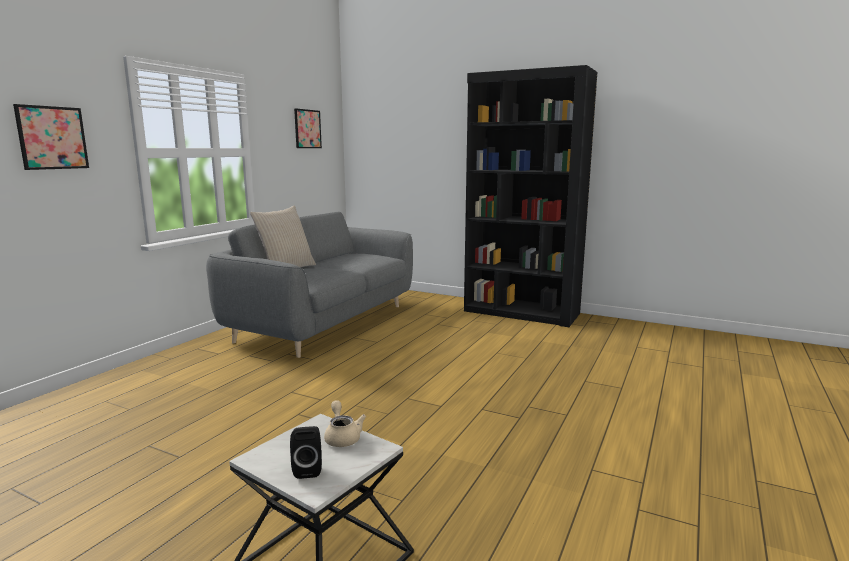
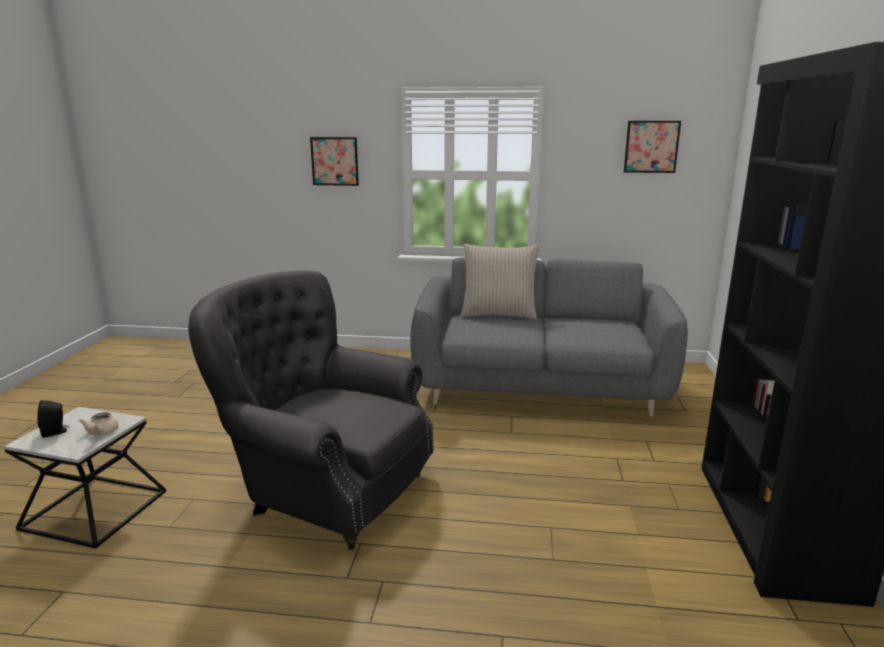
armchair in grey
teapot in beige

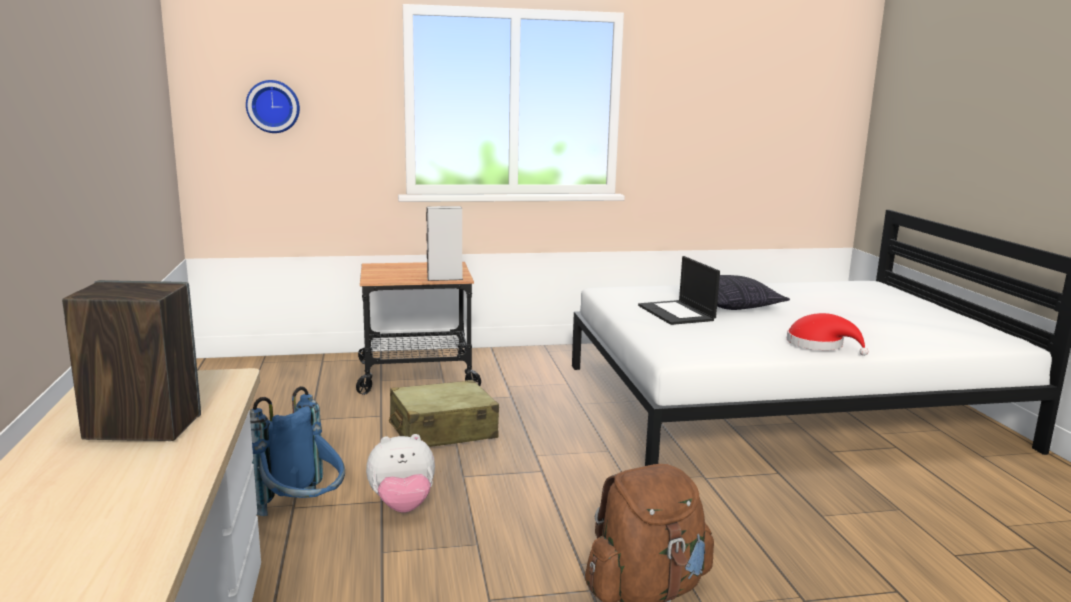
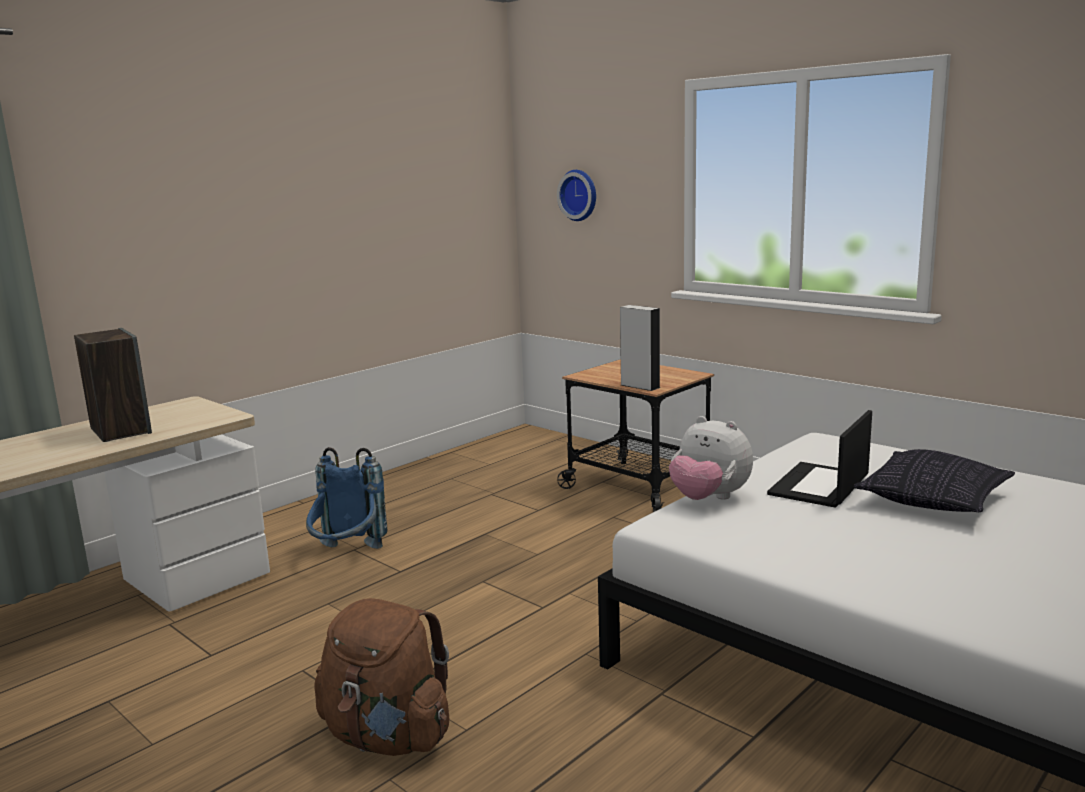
suitcase in beige
hat in red
plush toy

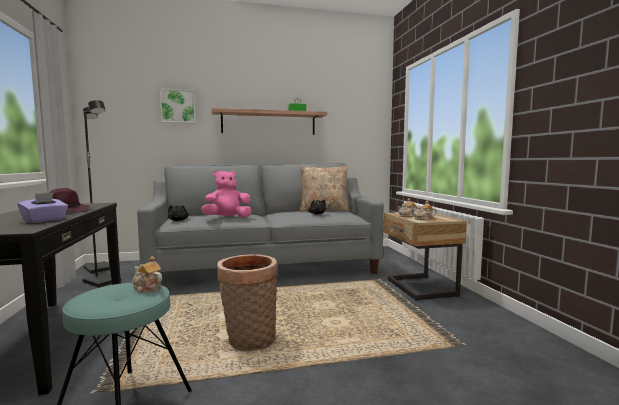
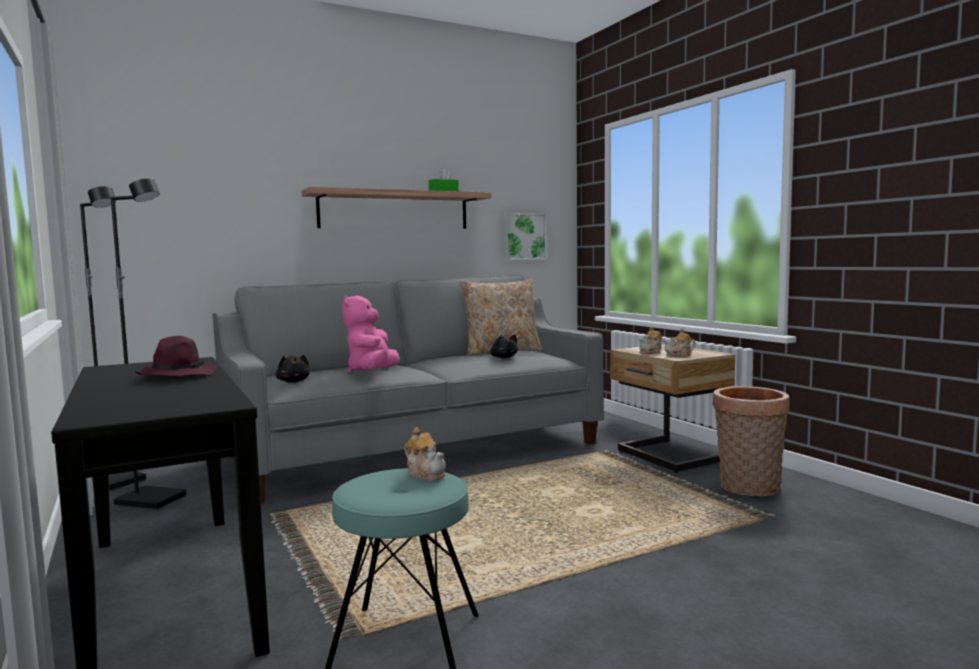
tissue box in purple
picture
basket
teapot (no. 1 from left)
plush toy in pink

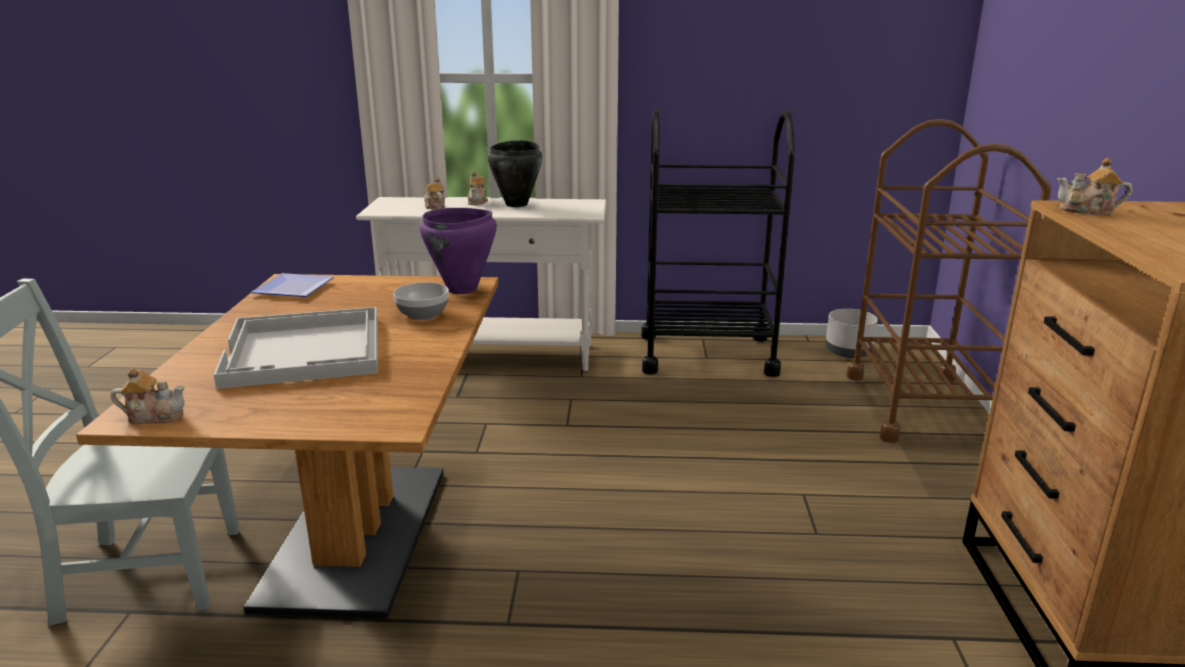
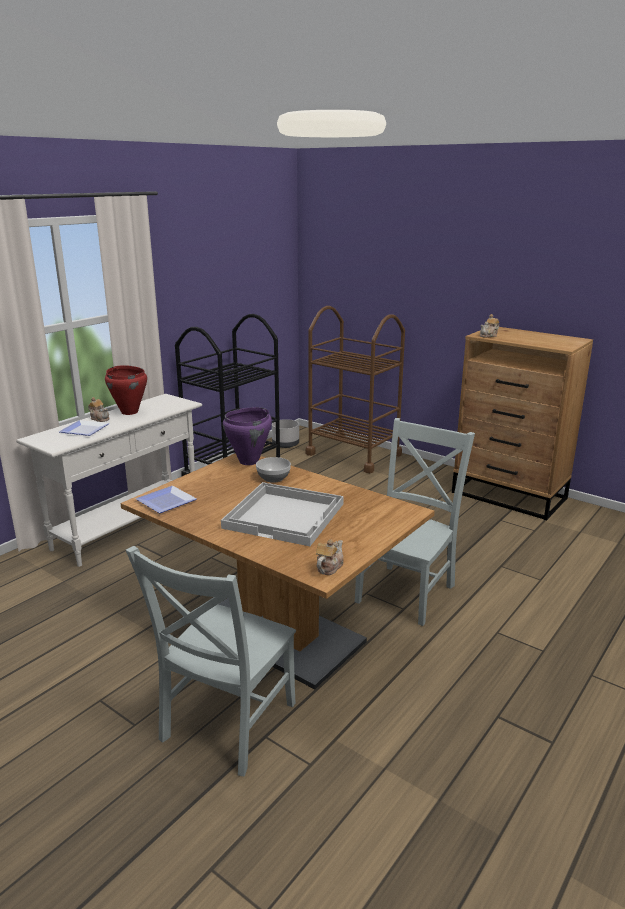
chair in grey (no. 2 from left)
plate (no. 1 from left)
cooking pot in red

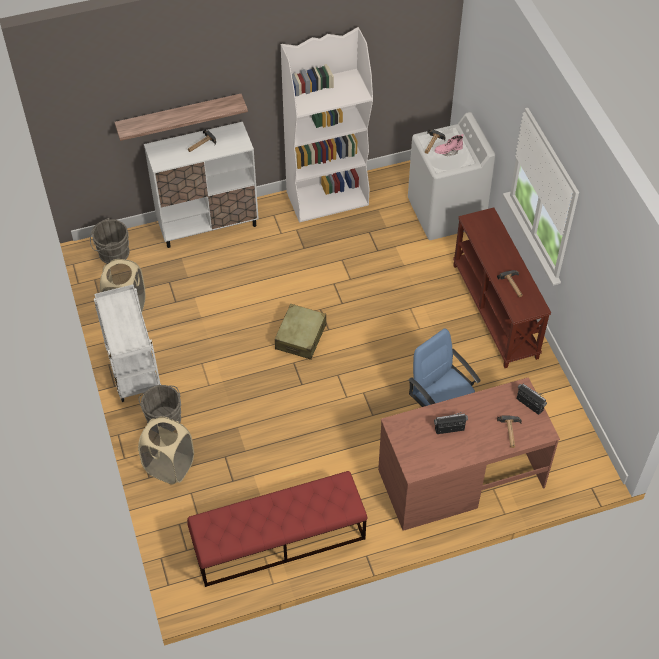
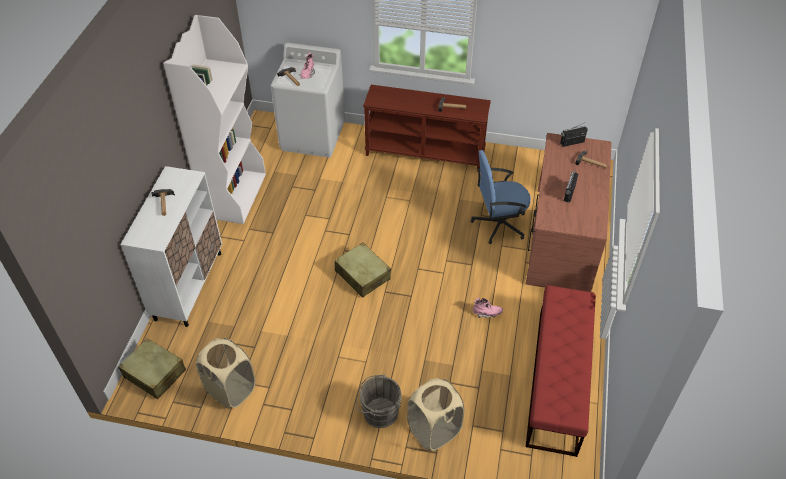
cart in white
shelf
boot in pink (no. 2 from left)
suitcase in beige (no. 1 from left)

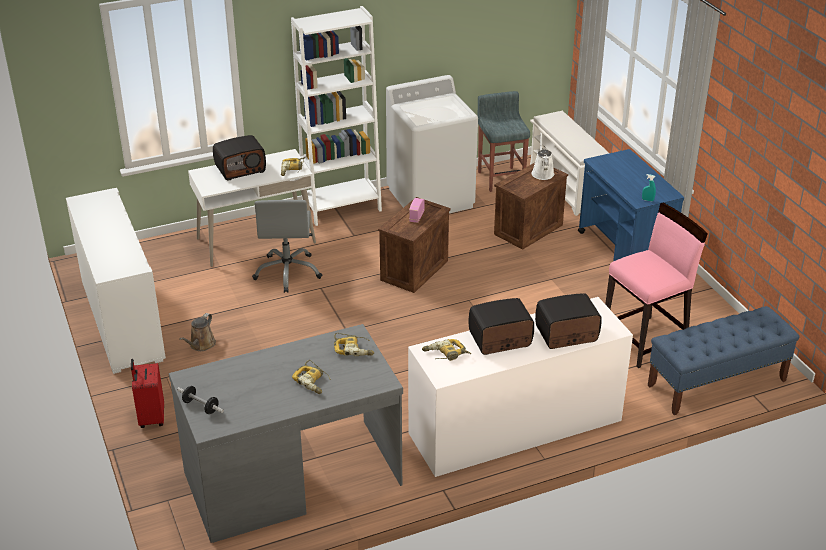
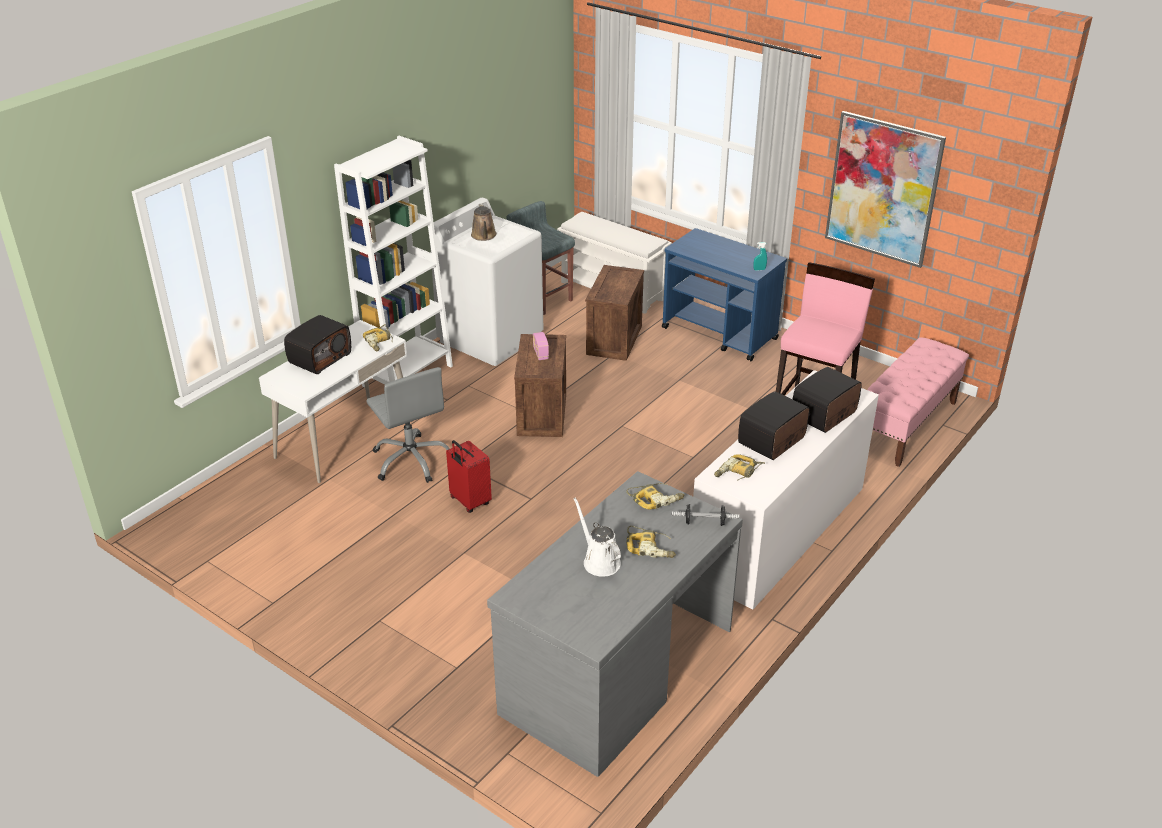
cabinet in white
picture
suitcase in red
dumbbell
watering can in brown
watering can in white
bench in pink

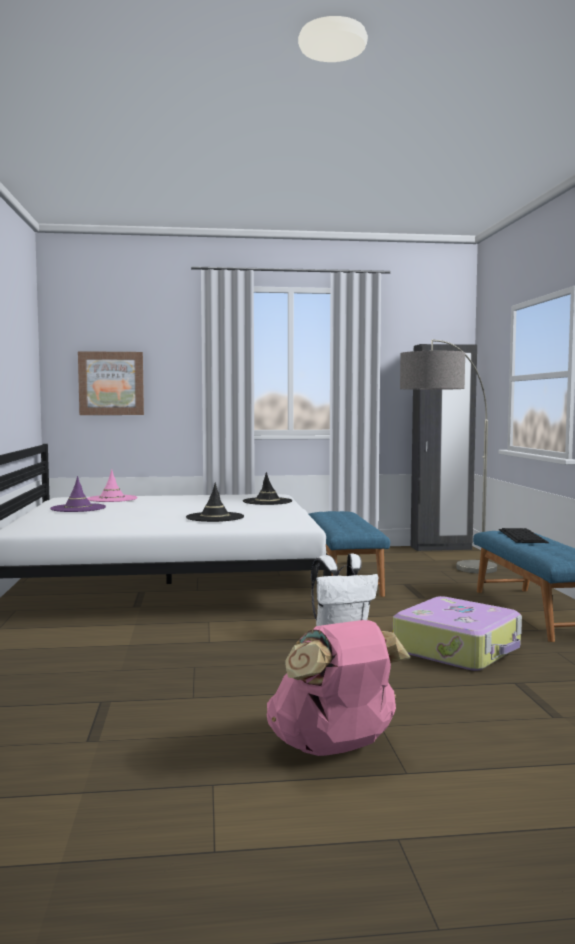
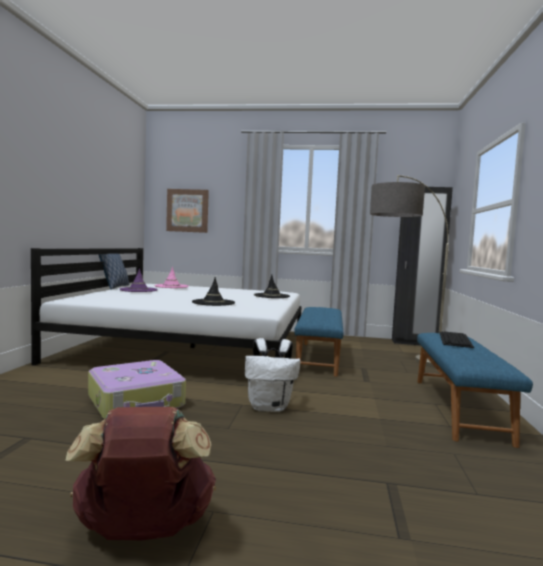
pillow
suitcase
backpack in brown

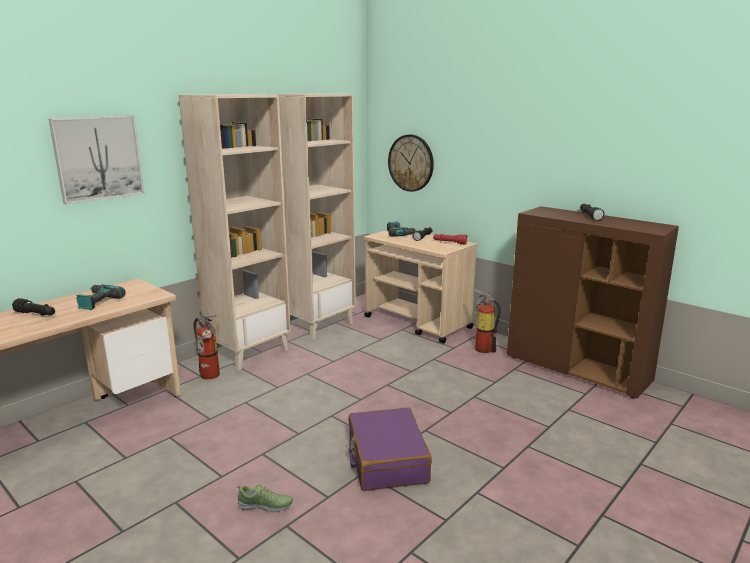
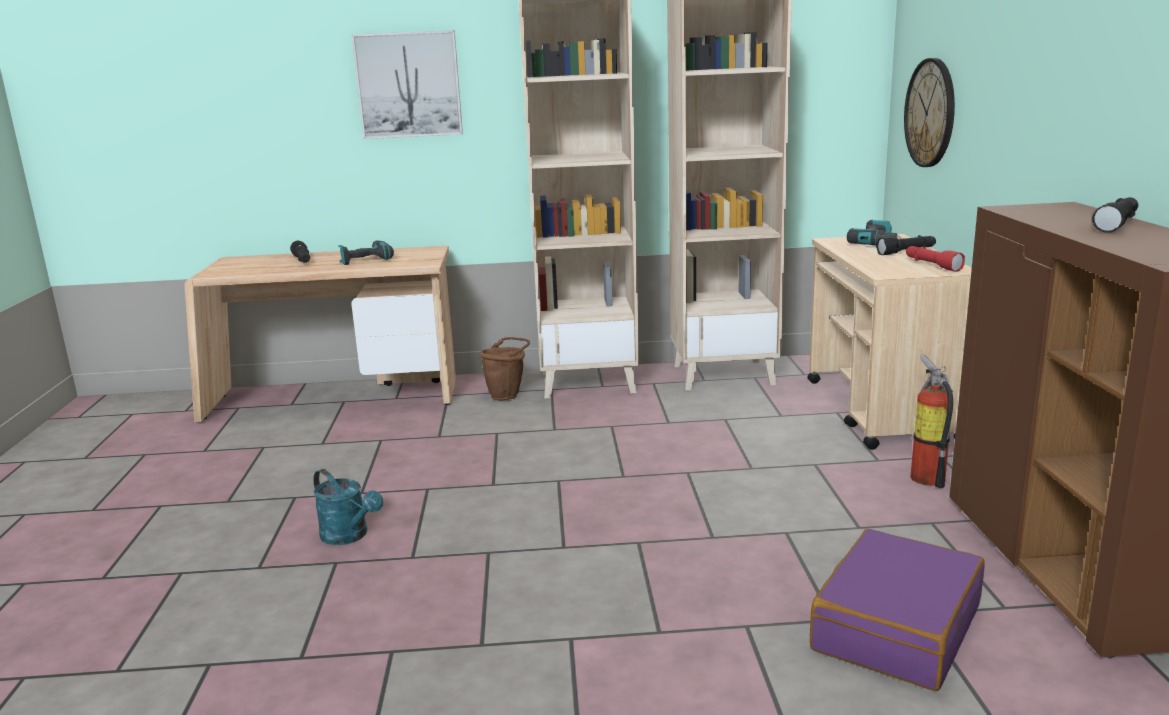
suitcase in purple
bucket in brown
watering can in turquoise

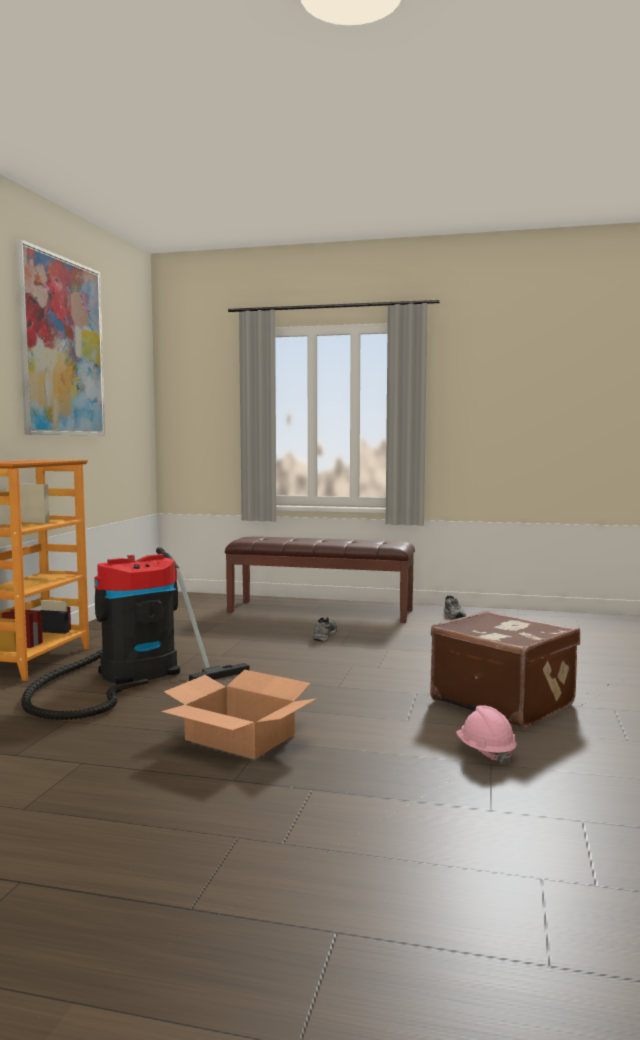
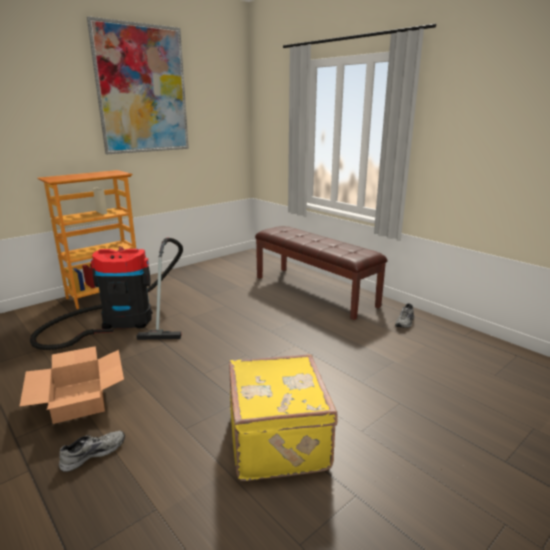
hard hat in pink
shoe in grey (no. 1 from left)
suitcase in yellow

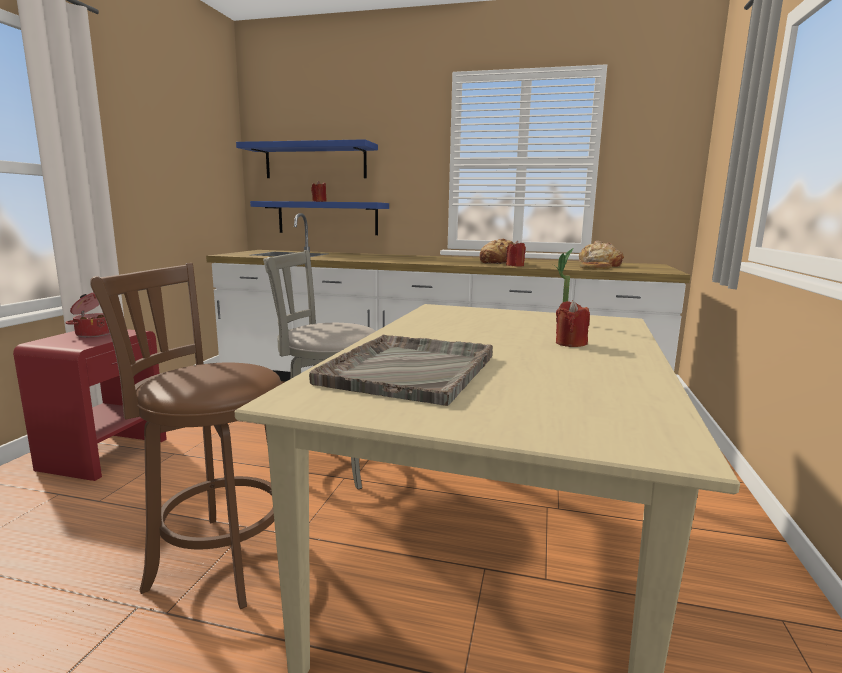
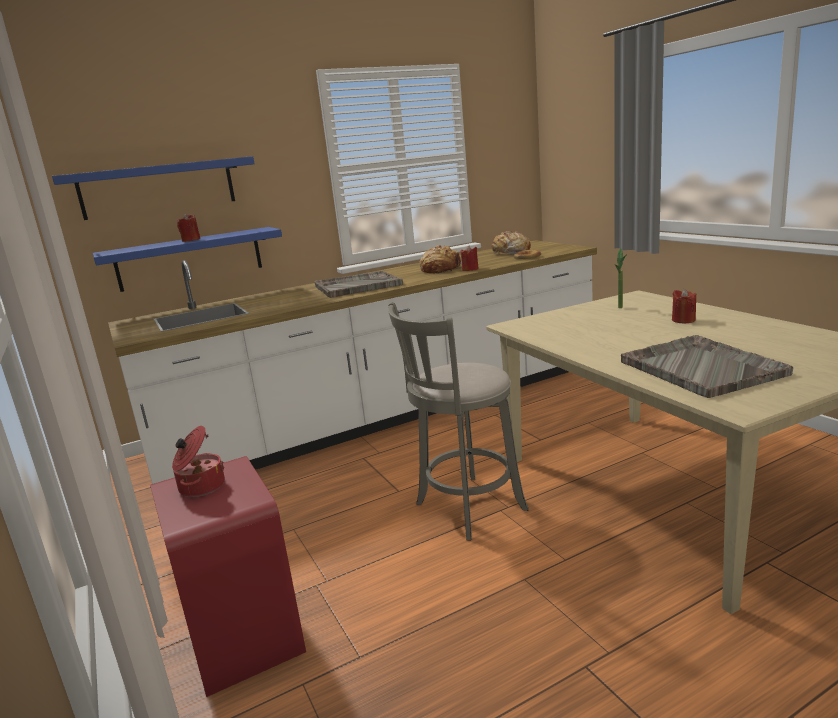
stool in brown
tray in grey (no. 1 from left)

